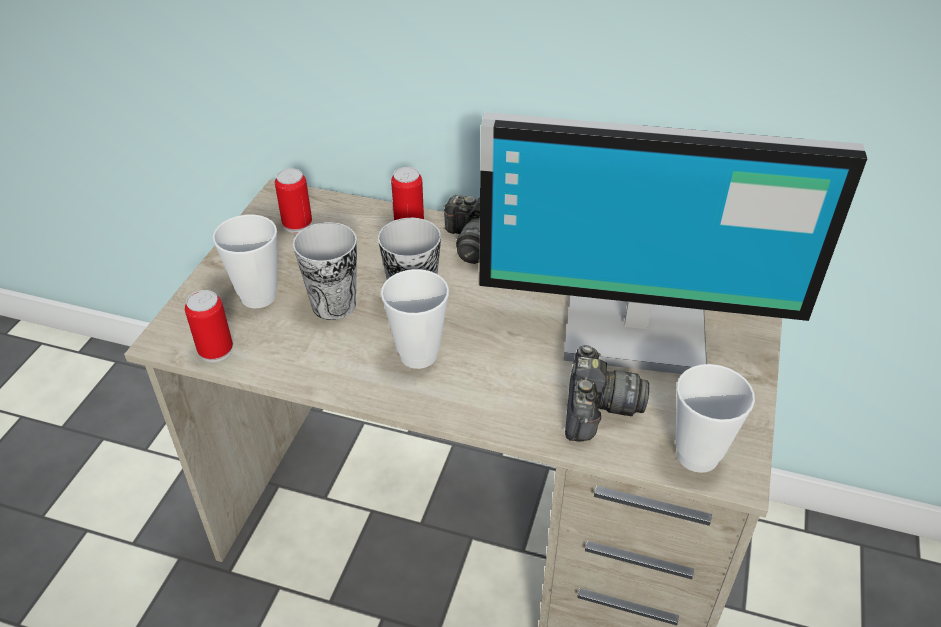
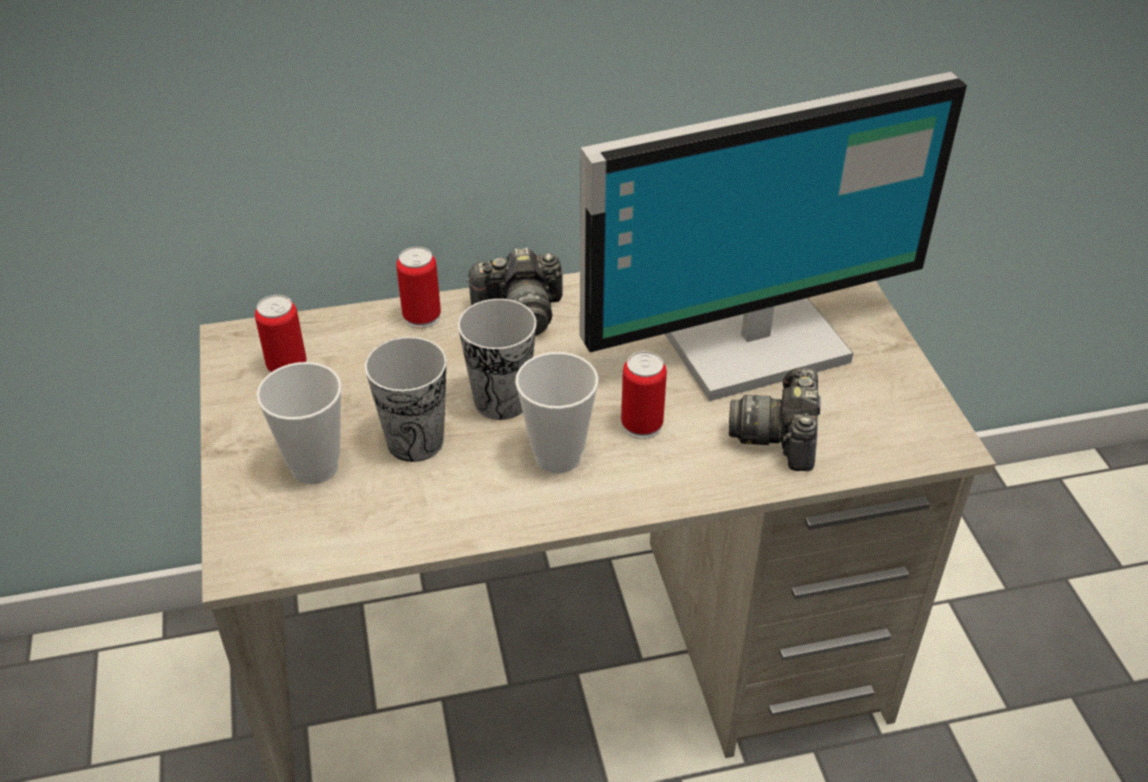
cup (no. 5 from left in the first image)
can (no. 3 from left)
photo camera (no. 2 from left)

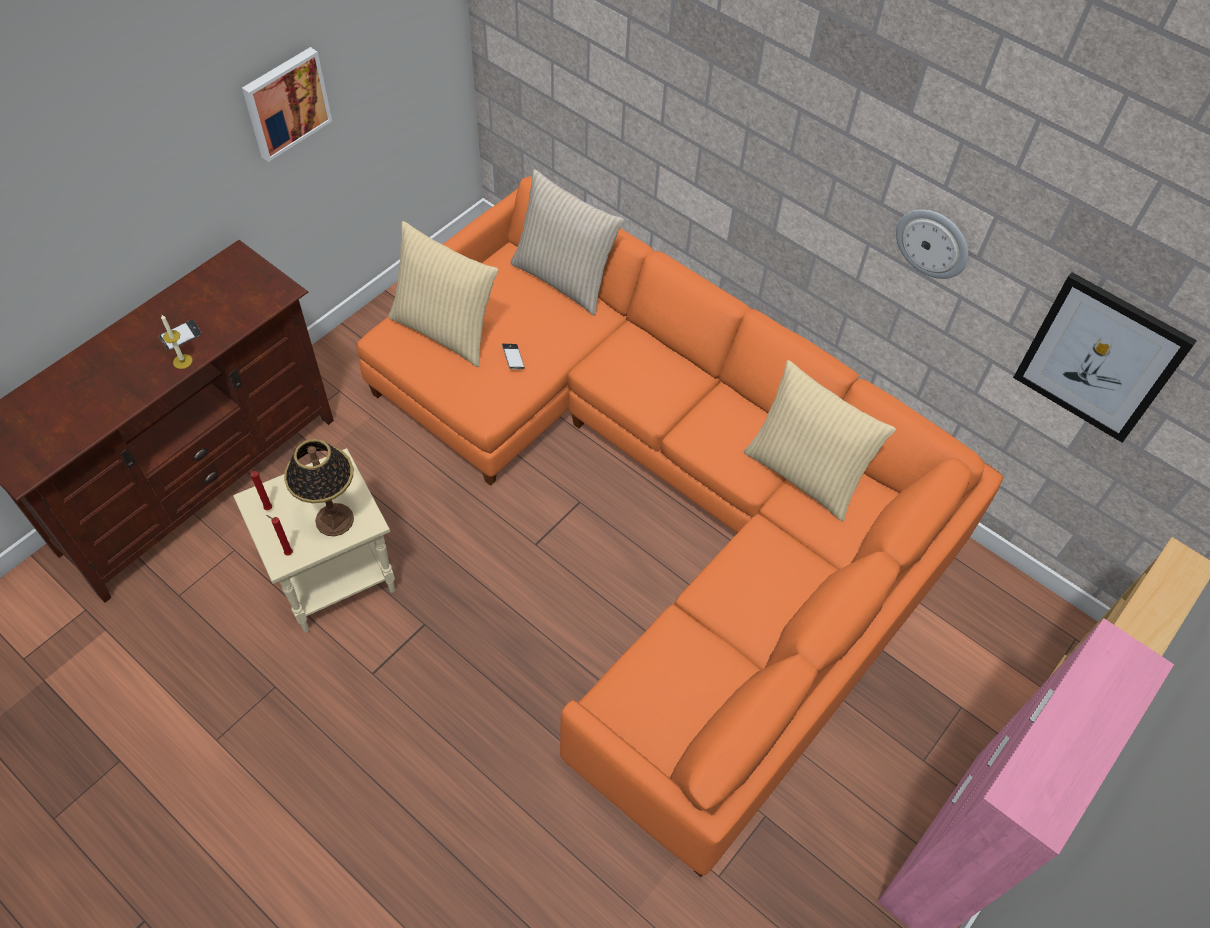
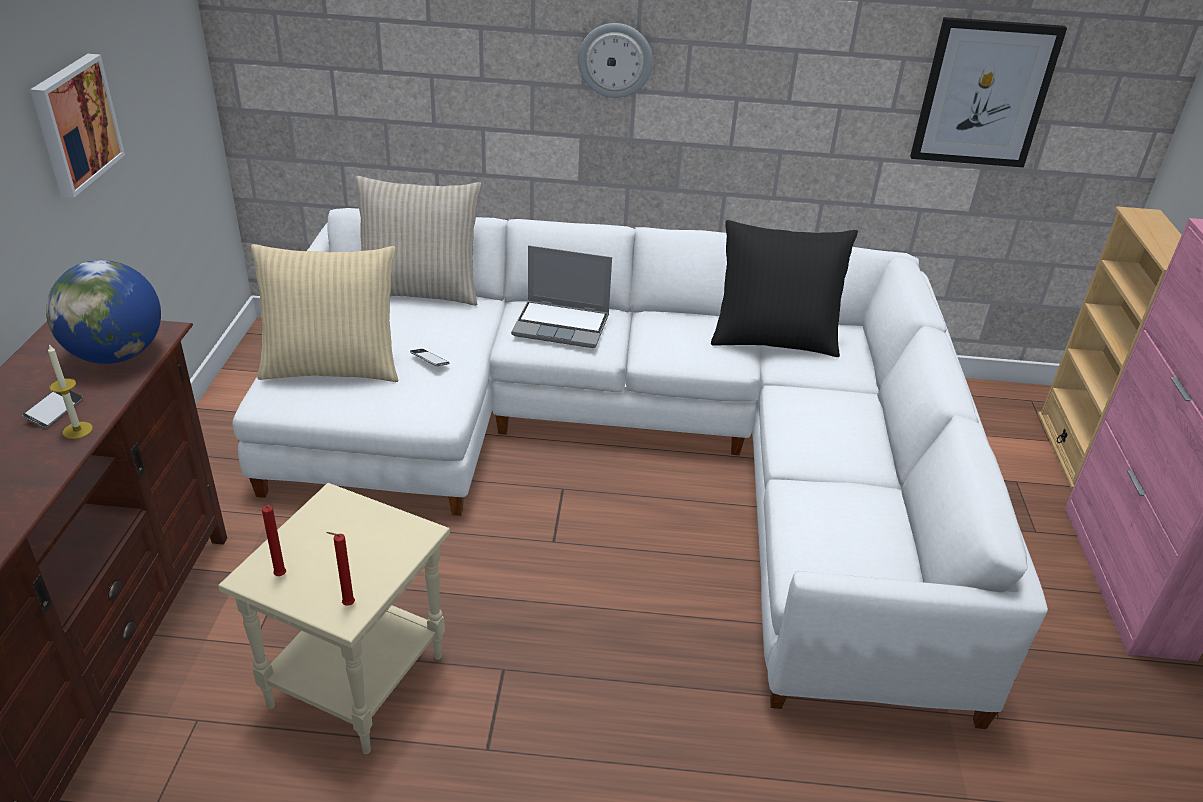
table lamp
globe
laptop
wall clock
sofa in white
pillow in black

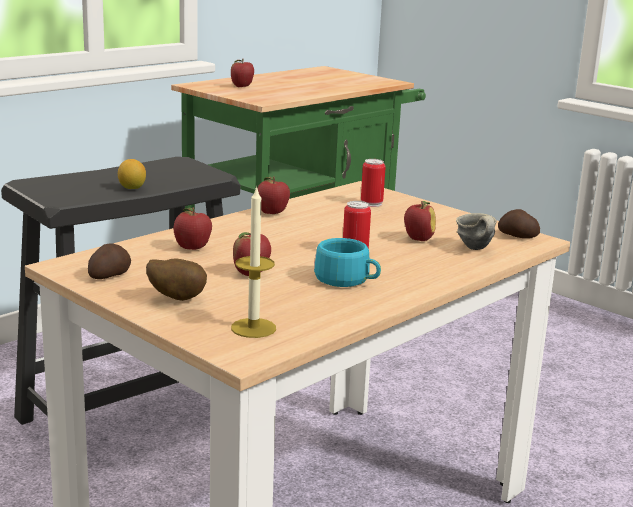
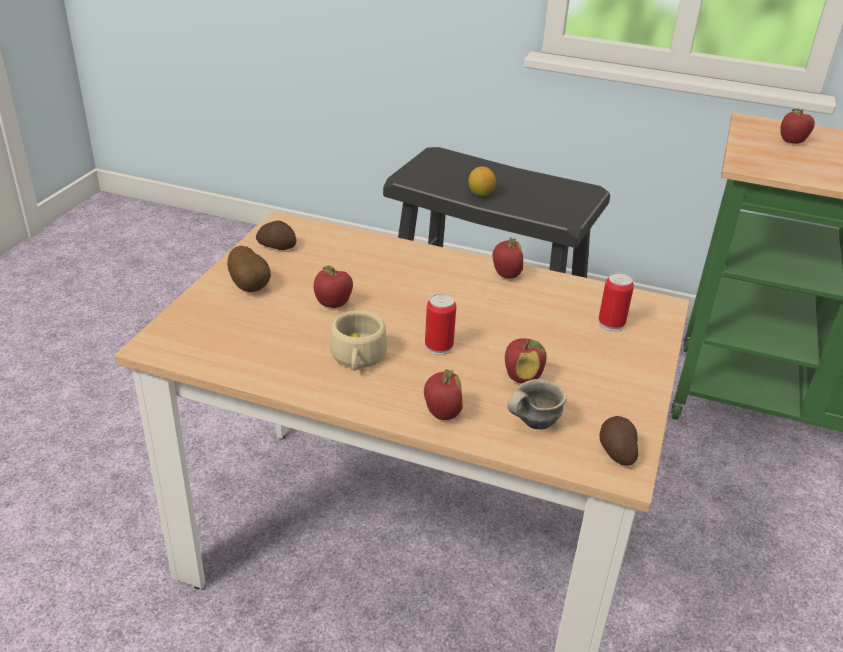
candle
apple (no. 2 from left)
cup in beige

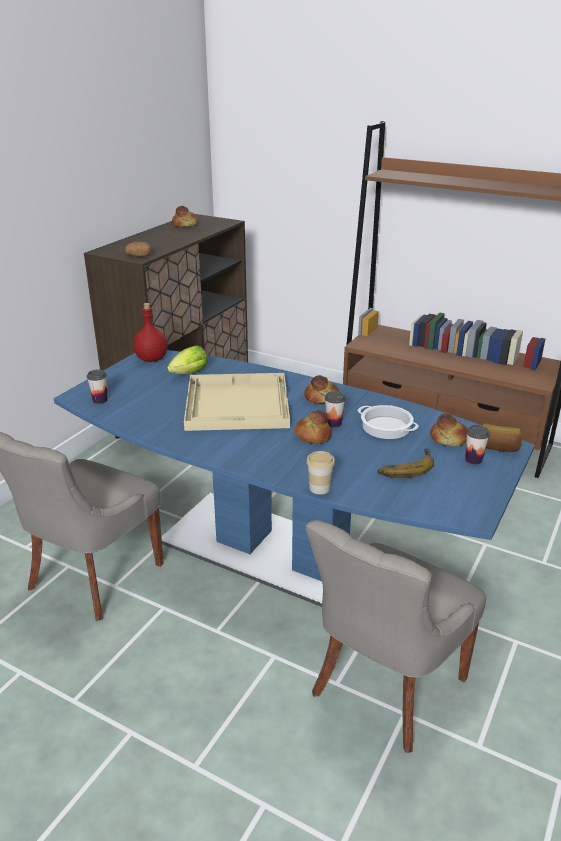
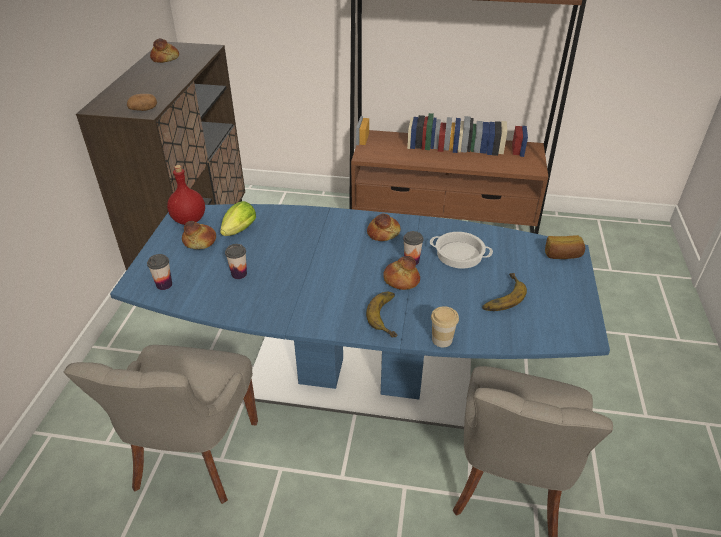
tray in beige
banana (no. 1 from left)
bread (no. 2 from left)
cup (no. 2 from left)

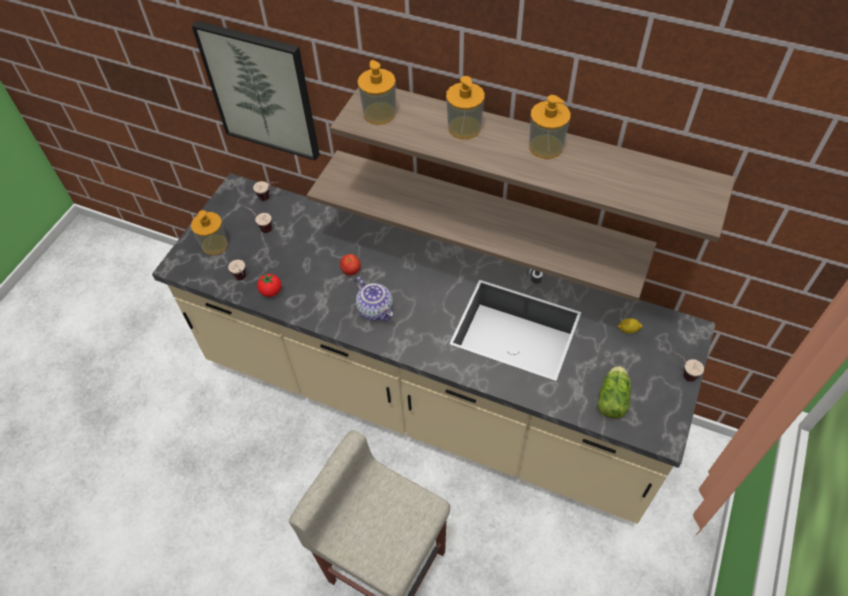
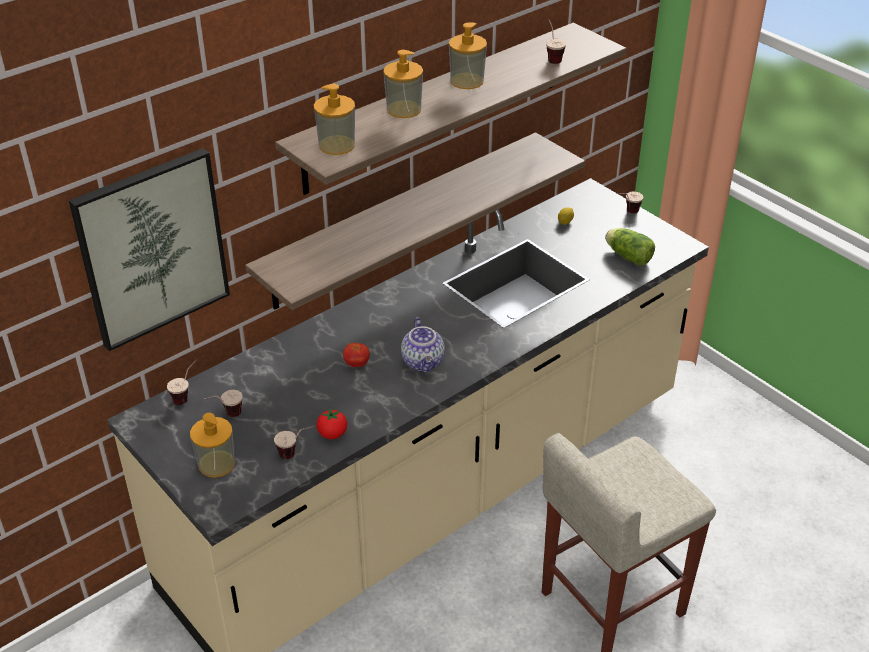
cup (no. 4 from left)
teapot

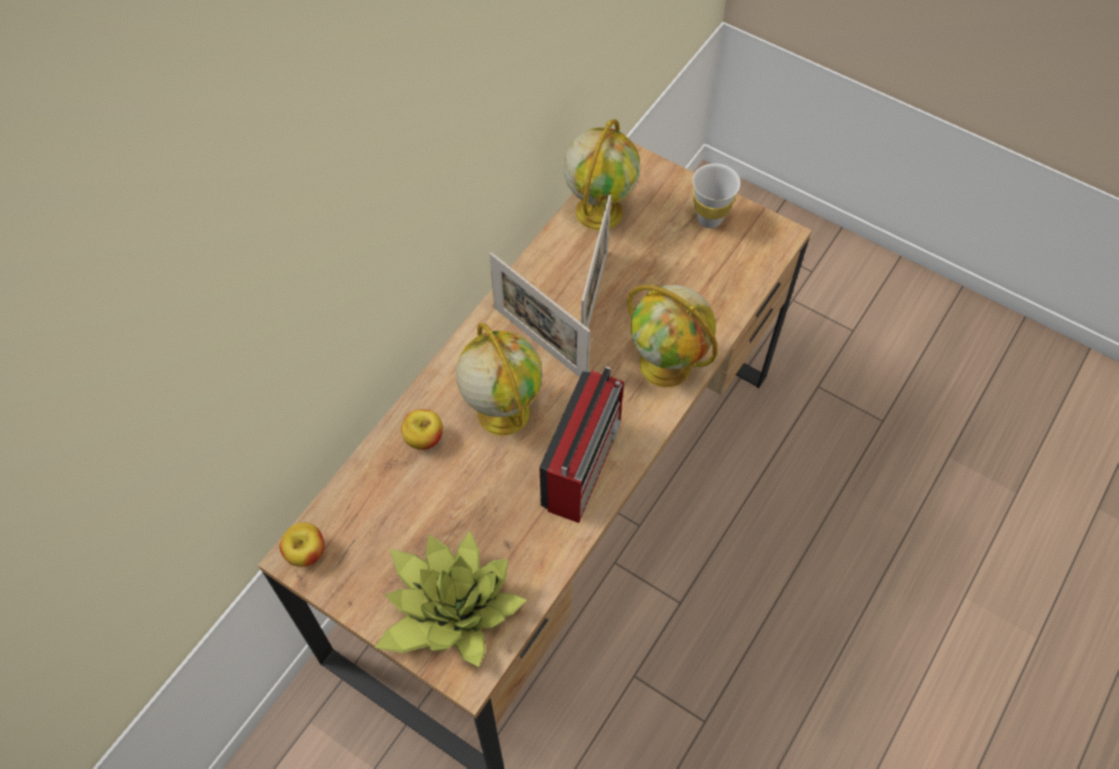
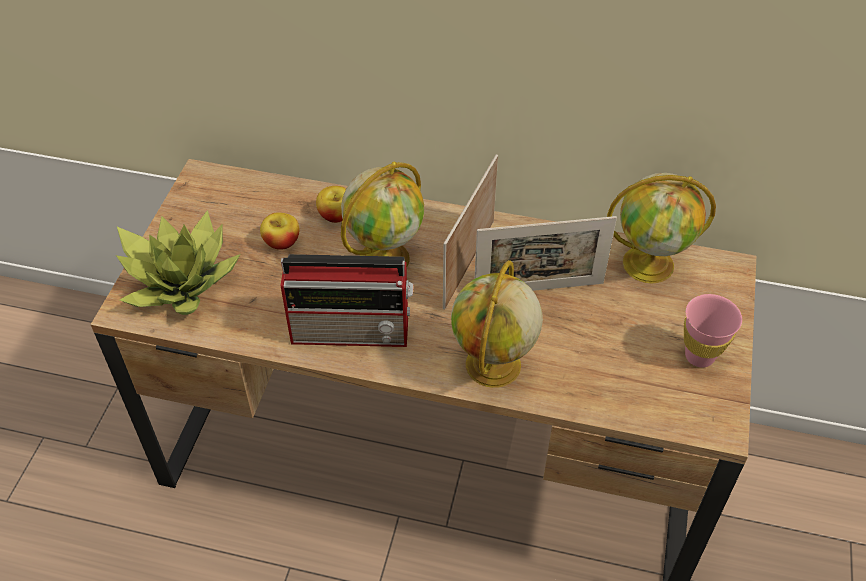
apple (no. 1 from left)
cup in pink

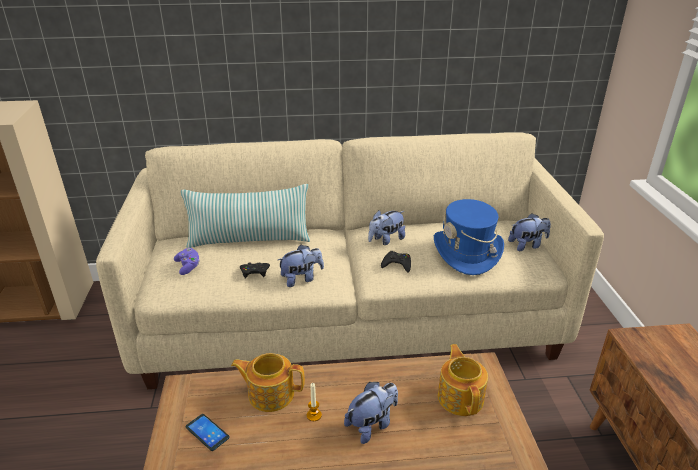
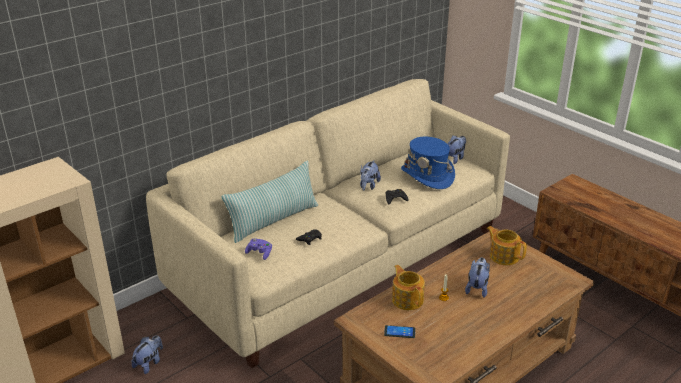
plush toy (no. 1 from left)
teapot (no. 1 from left)

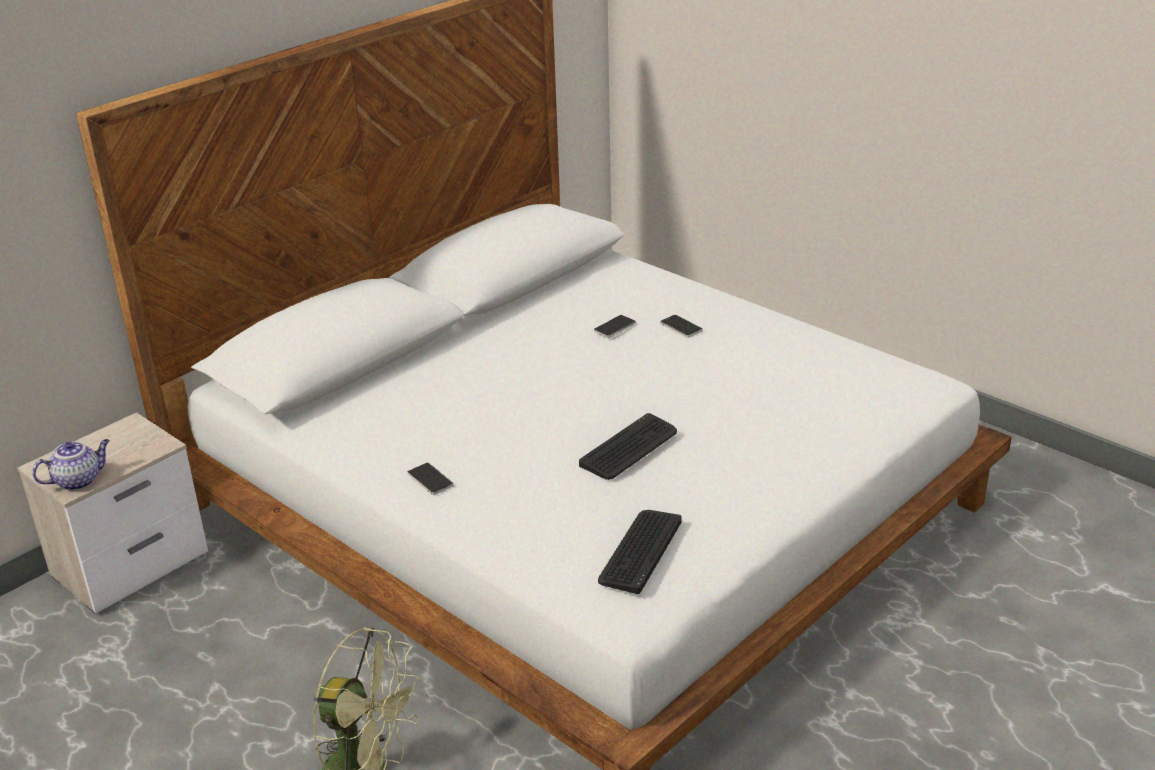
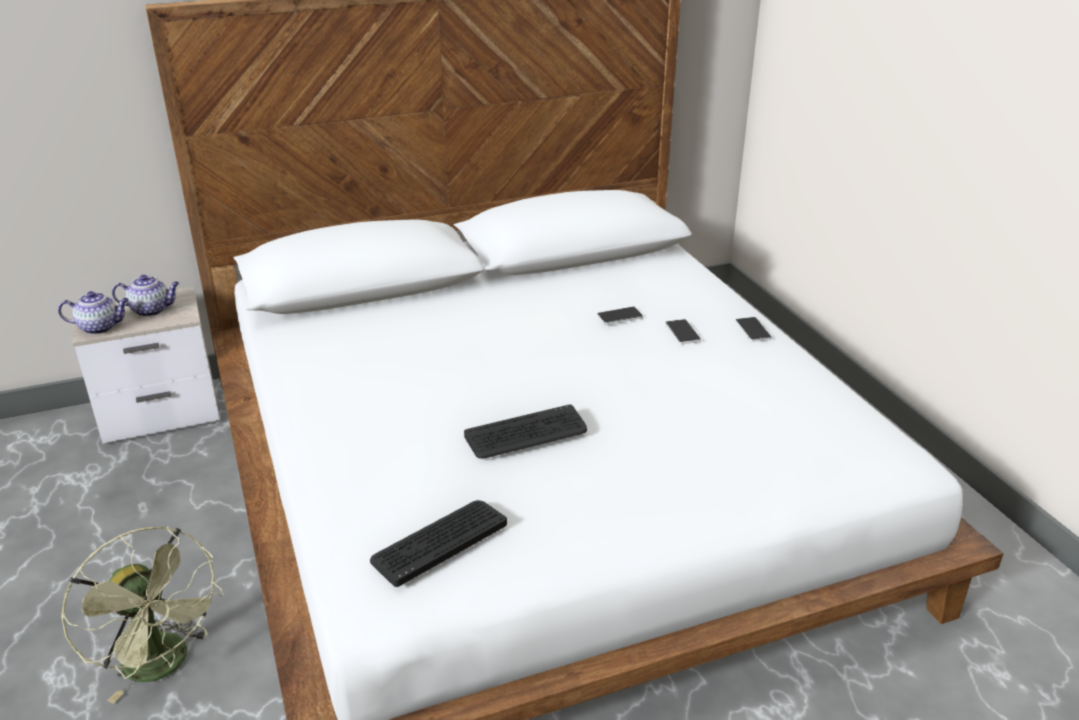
teapot (no. 2 from left)
phone (no. 3 from left)

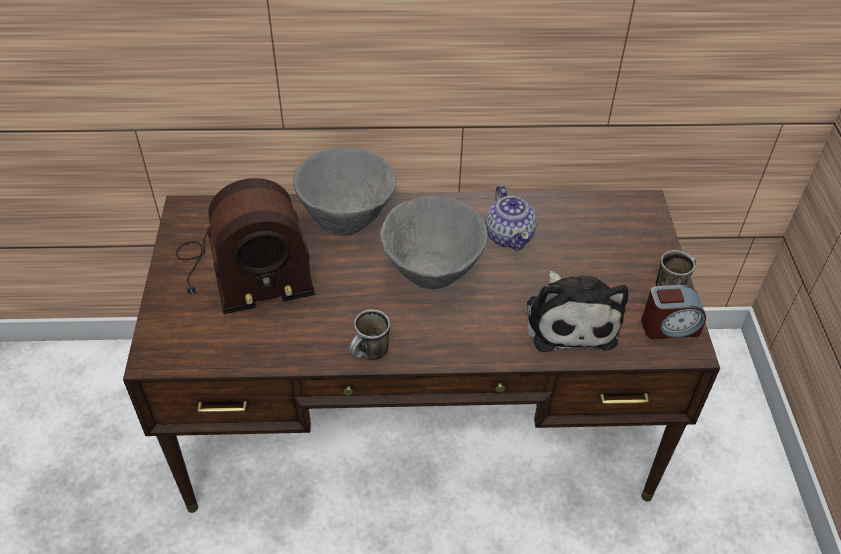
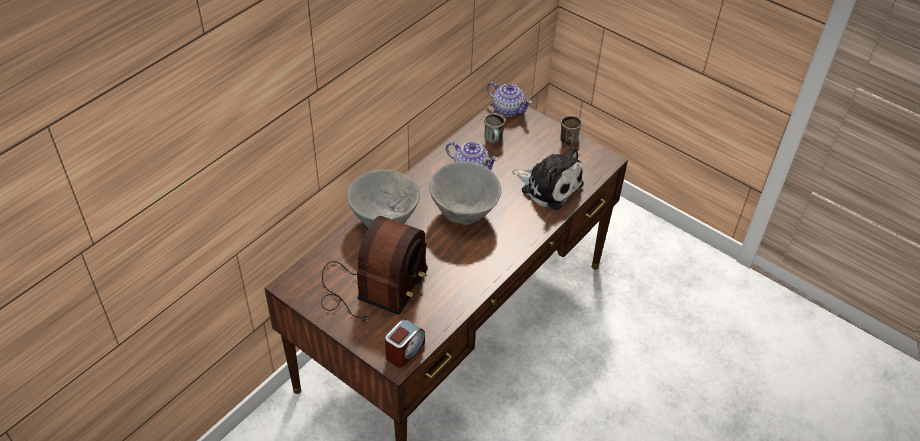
teapot (no. 2 from left)
mug (no. 1 from left)
alarm clock

